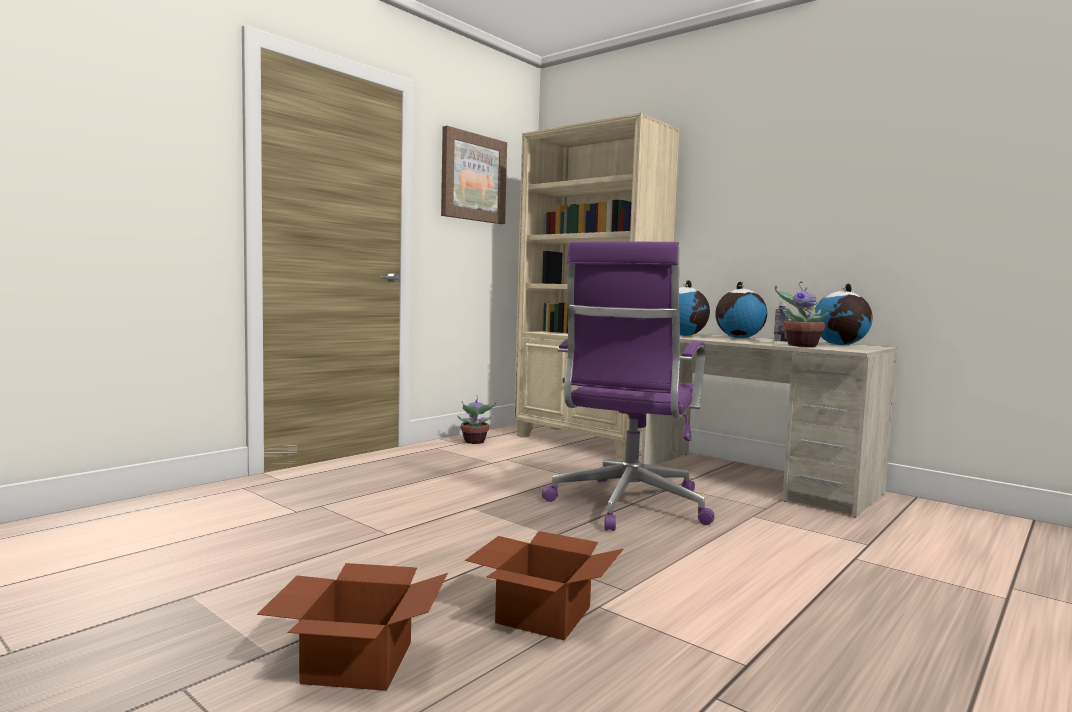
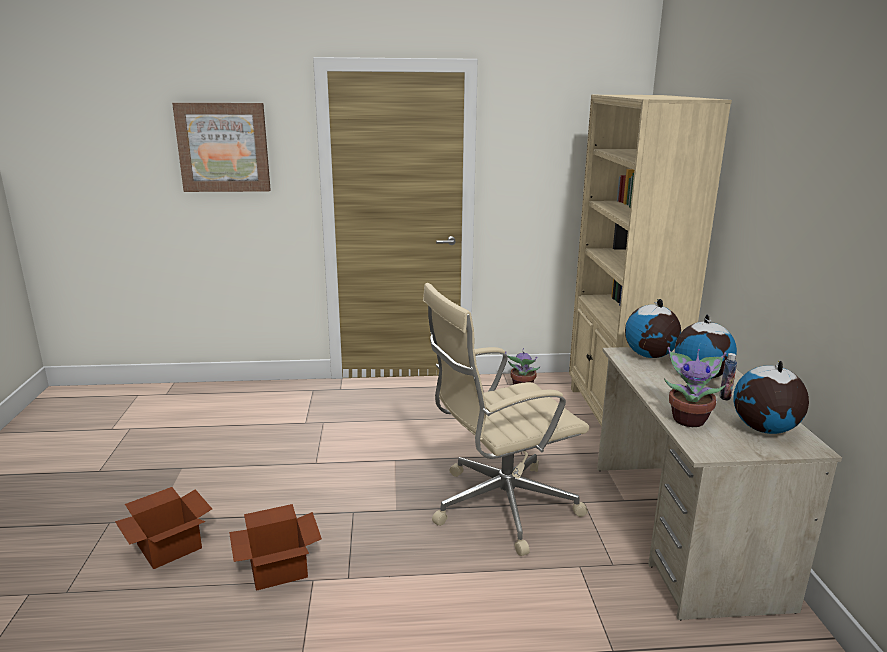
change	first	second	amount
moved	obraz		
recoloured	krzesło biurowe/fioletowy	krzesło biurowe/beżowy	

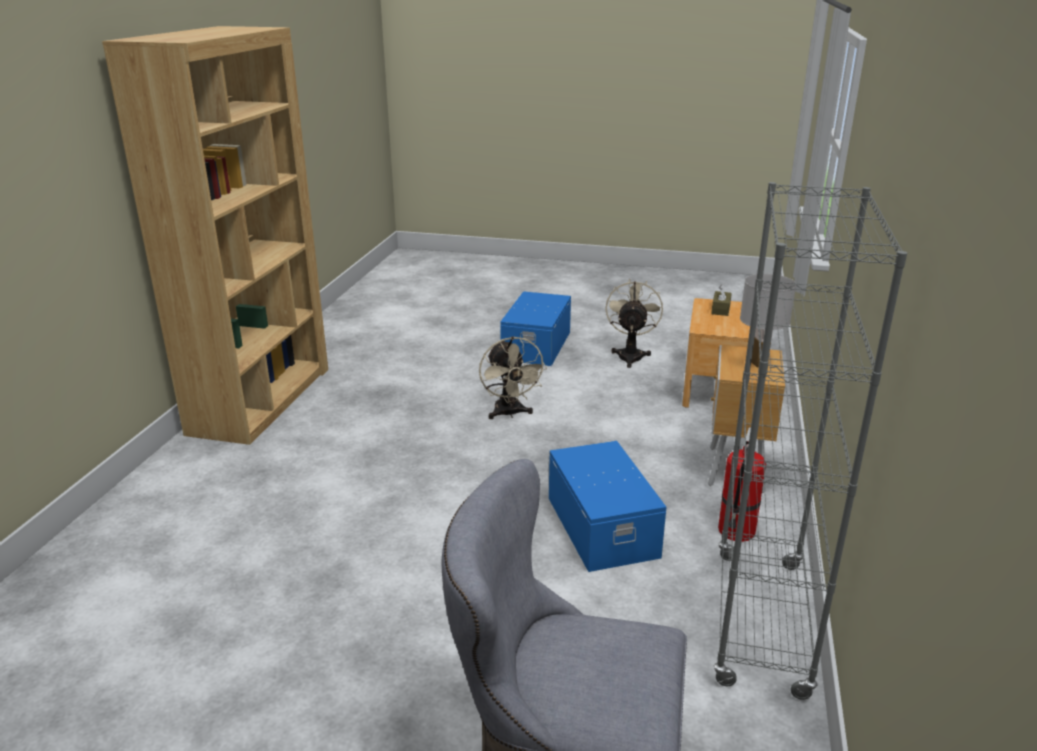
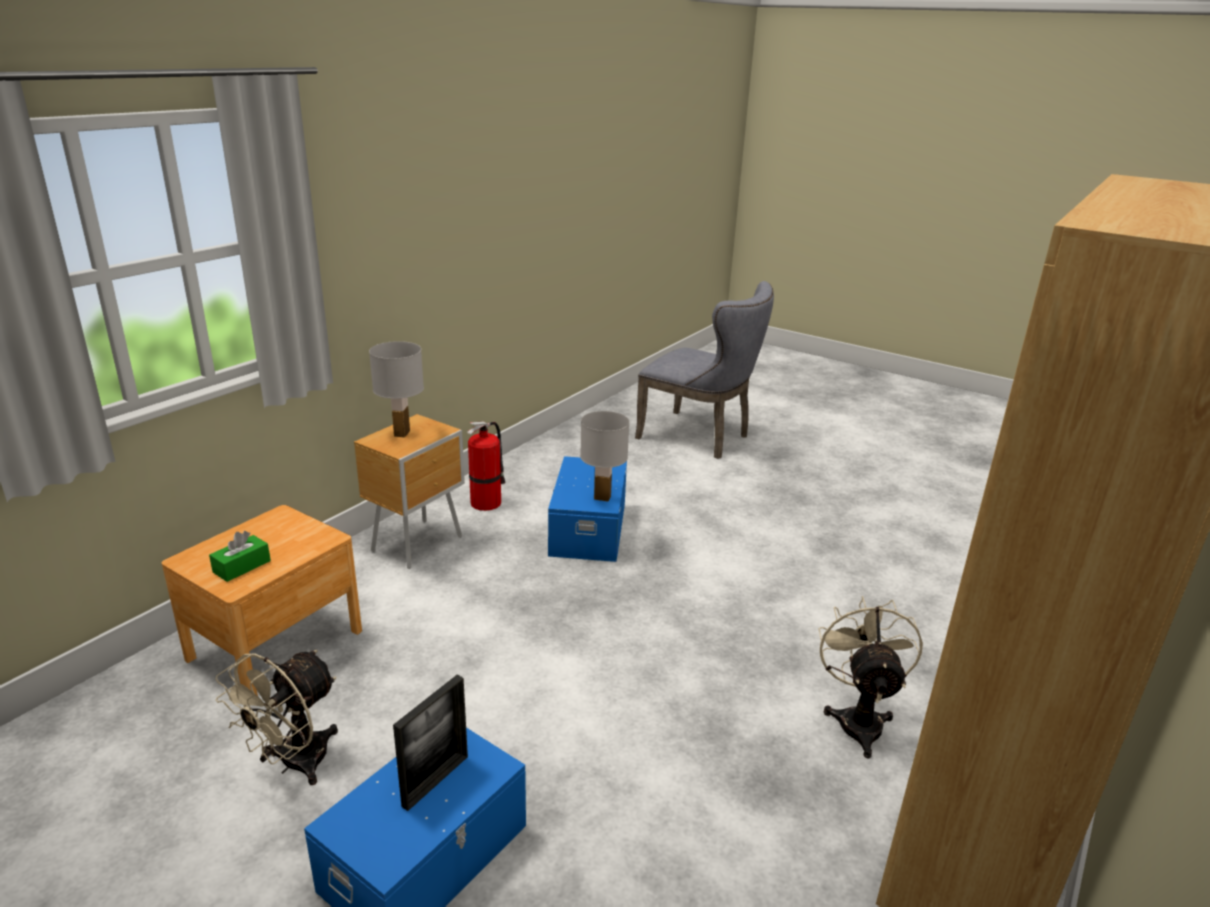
change	first	second	amount
recoloured	pudełko chusteczek/brązowy	pudełko chusteczek/zielony	
added		ramka na zdjęcie	
added		lampa stołowa/biały (2nd from left)	
moved	wentylator/beżowy (1st from left in the first image)	wentylator/beżowy (2nd from left)	
removed	regał/szary		

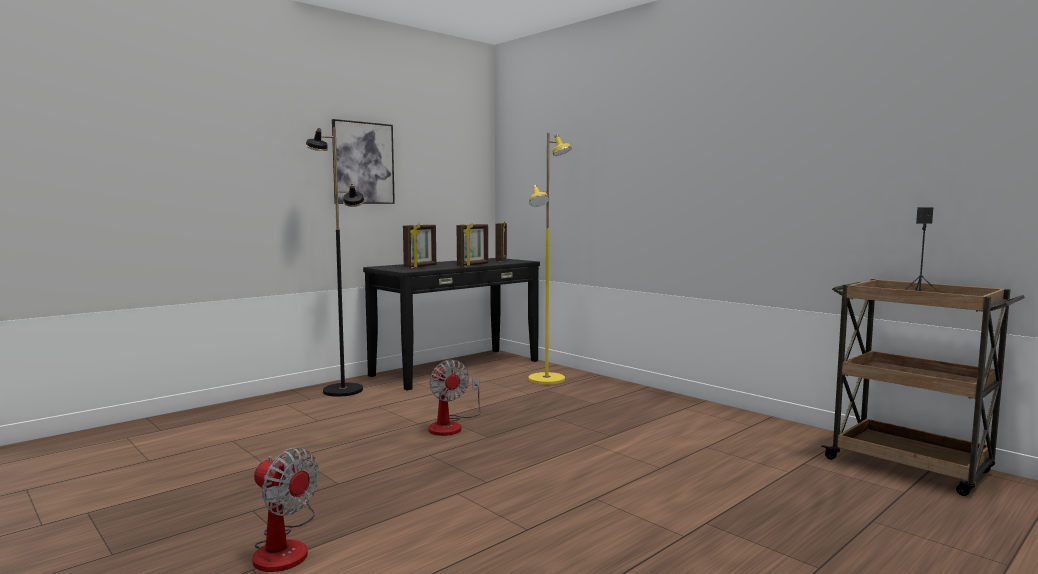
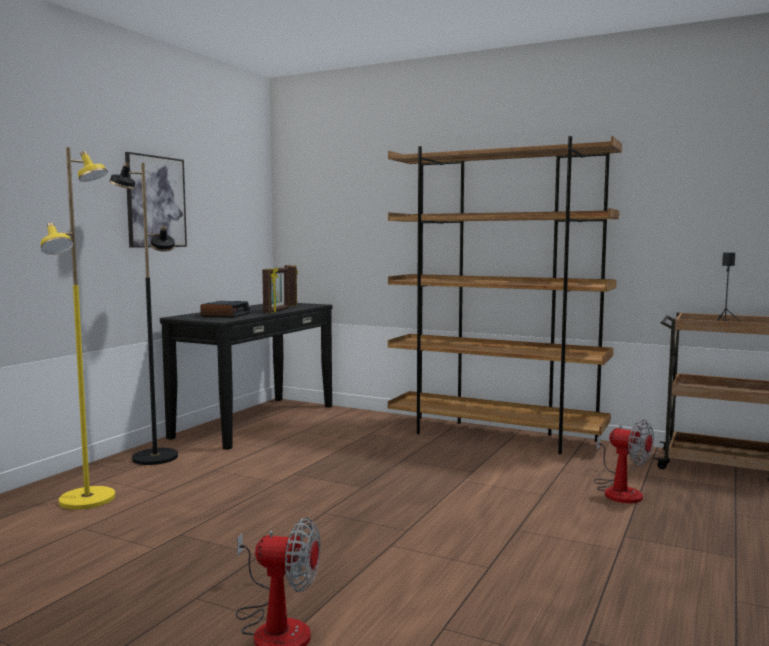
change	first	second	amount
moved	lampa stojąca/żółty		
replaced	ramka na zdjęcie (1st from left)	budzik	
added		regał/brązowy	
moved	wentylator (2nd from left)		

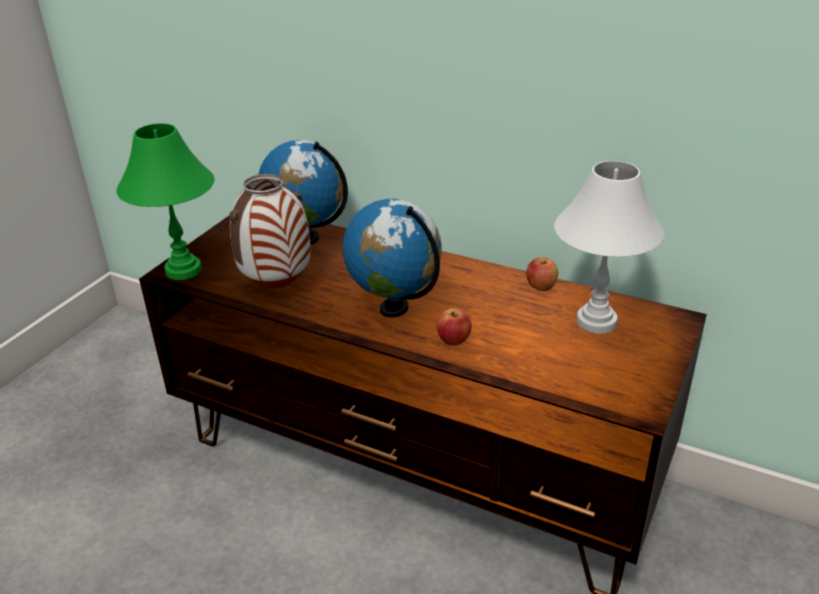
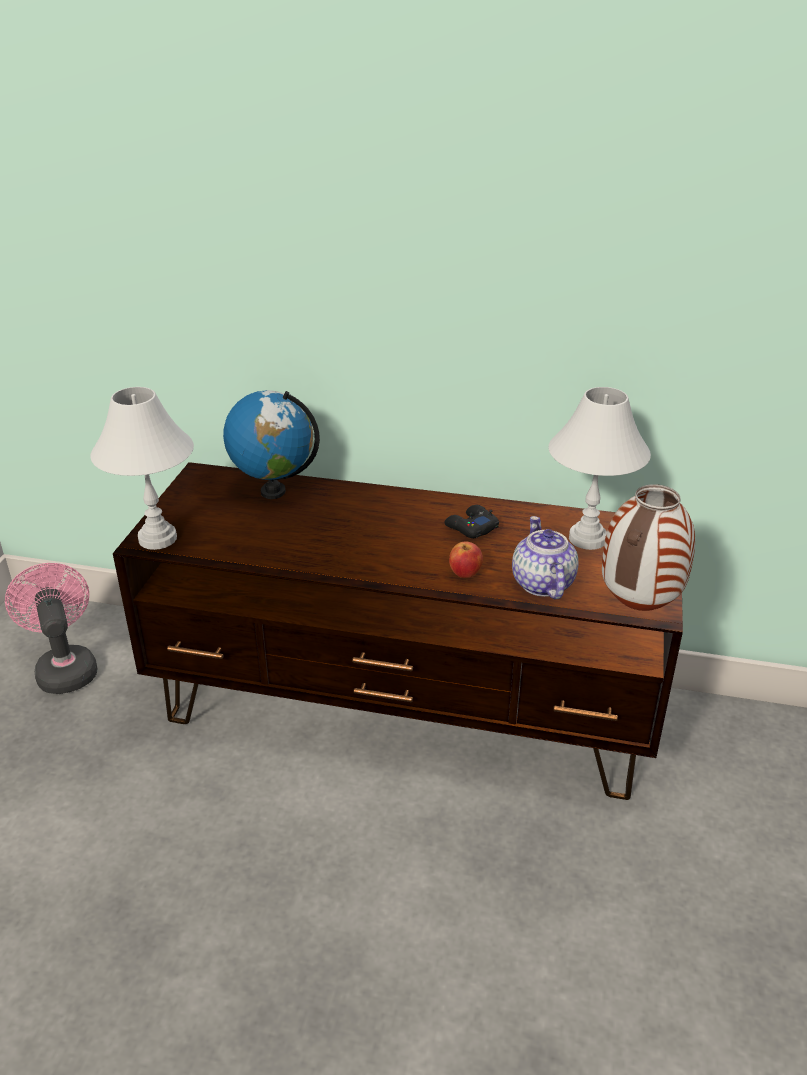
change	first	second	amount
added		wentylator/różowy	
recoloured	lampa stołowa/zielony	lampa stołowa/biały (1st from left)	
added		pad do gier/czarny	
added		imbryk	
moved	wazon		
removed	globus (2nd from left)		
removed	jabłko (2nd from left)		

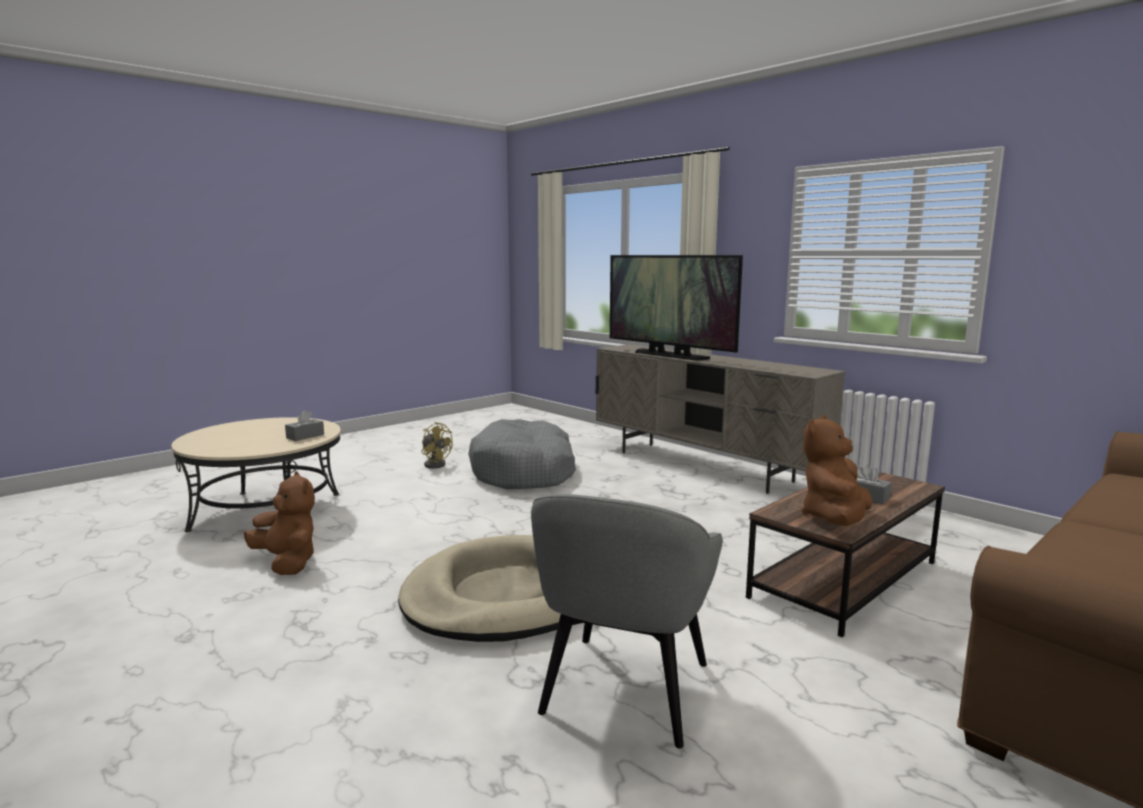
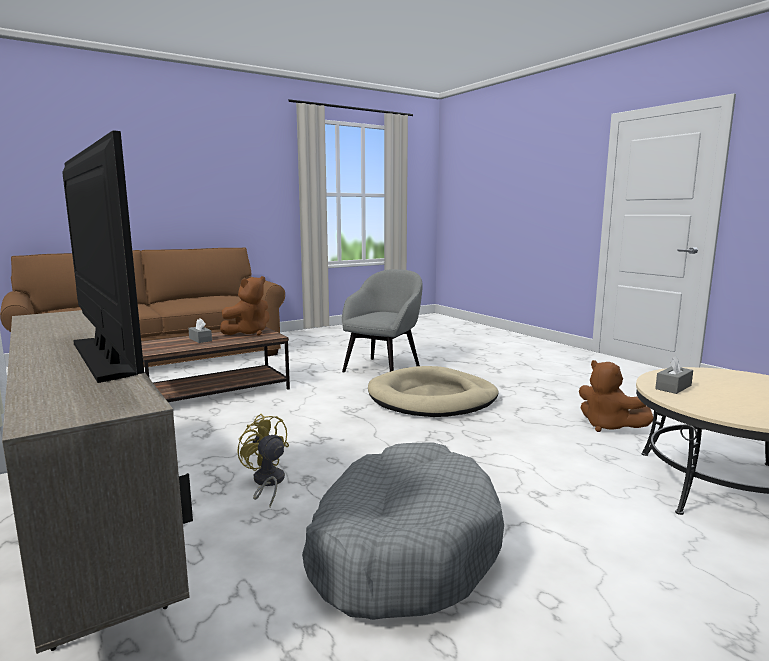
change	first	second	amount
moved	wentylator/żółty		

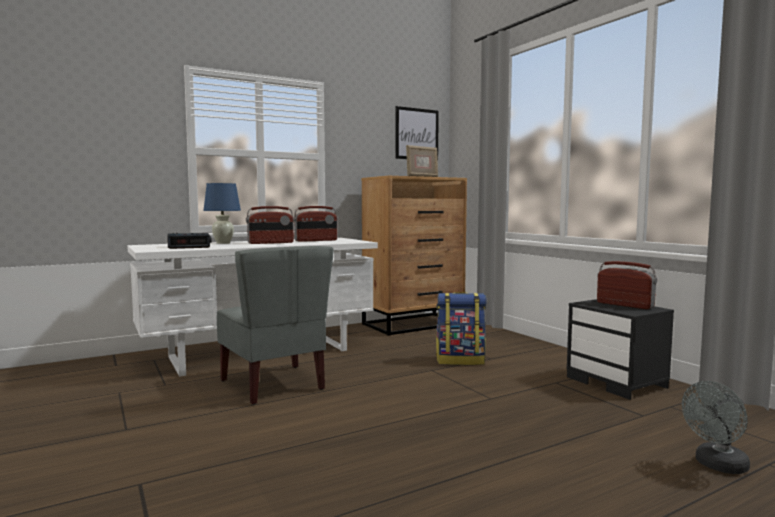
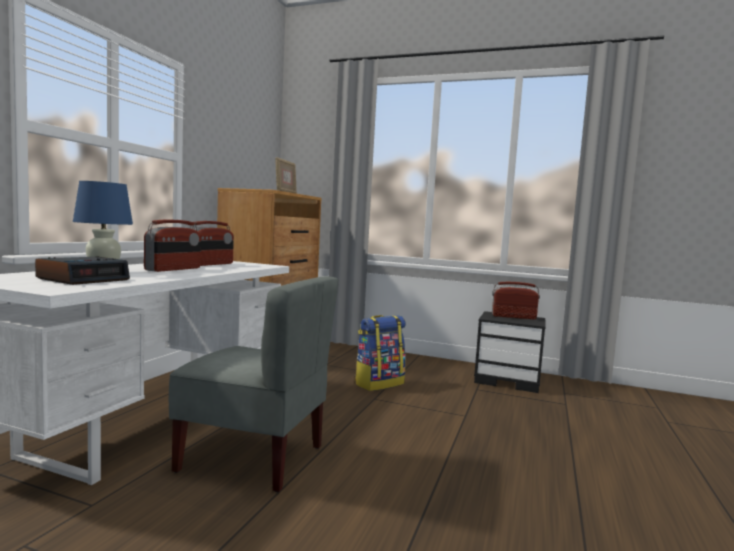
change	first	second	amount
removed	obraz		
removed	wentylator/szary		

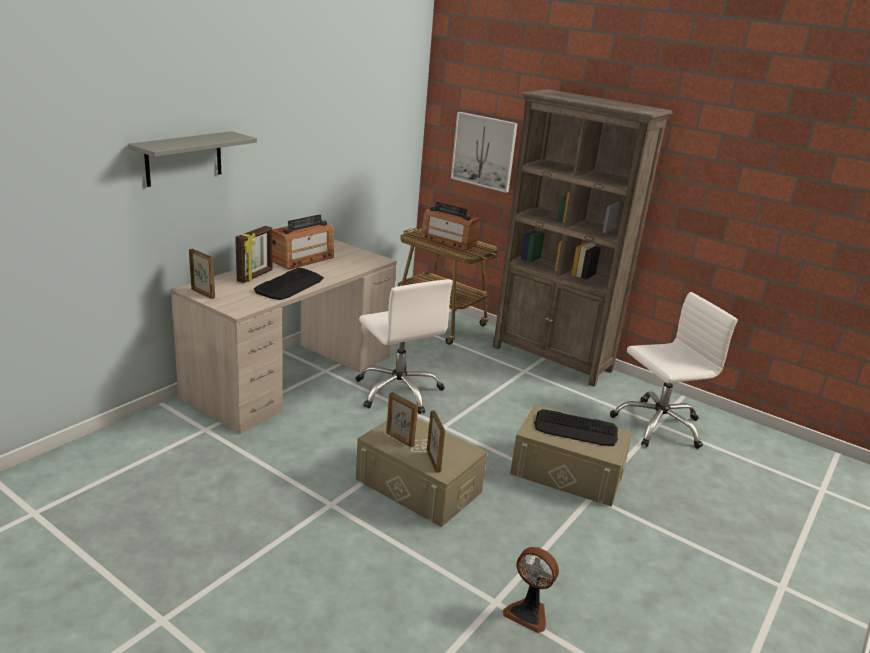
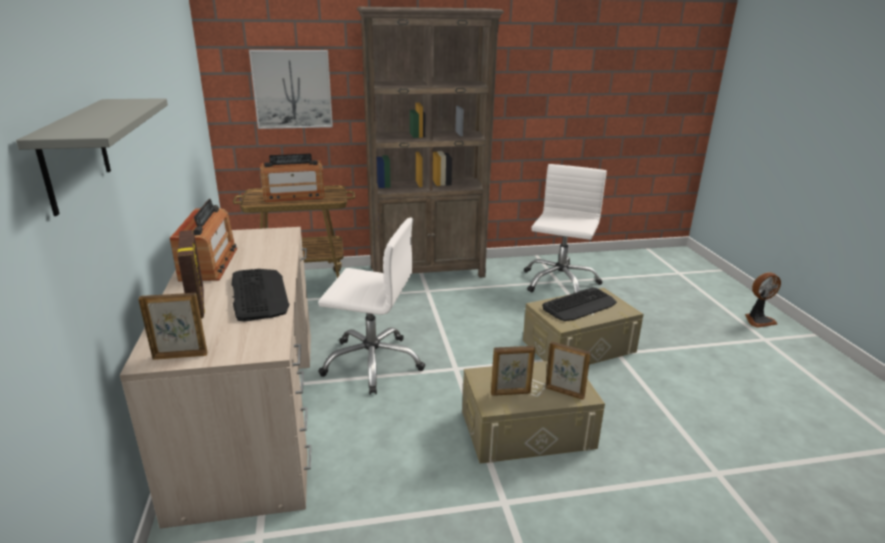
change	first	second	amount
moved	wentylator		

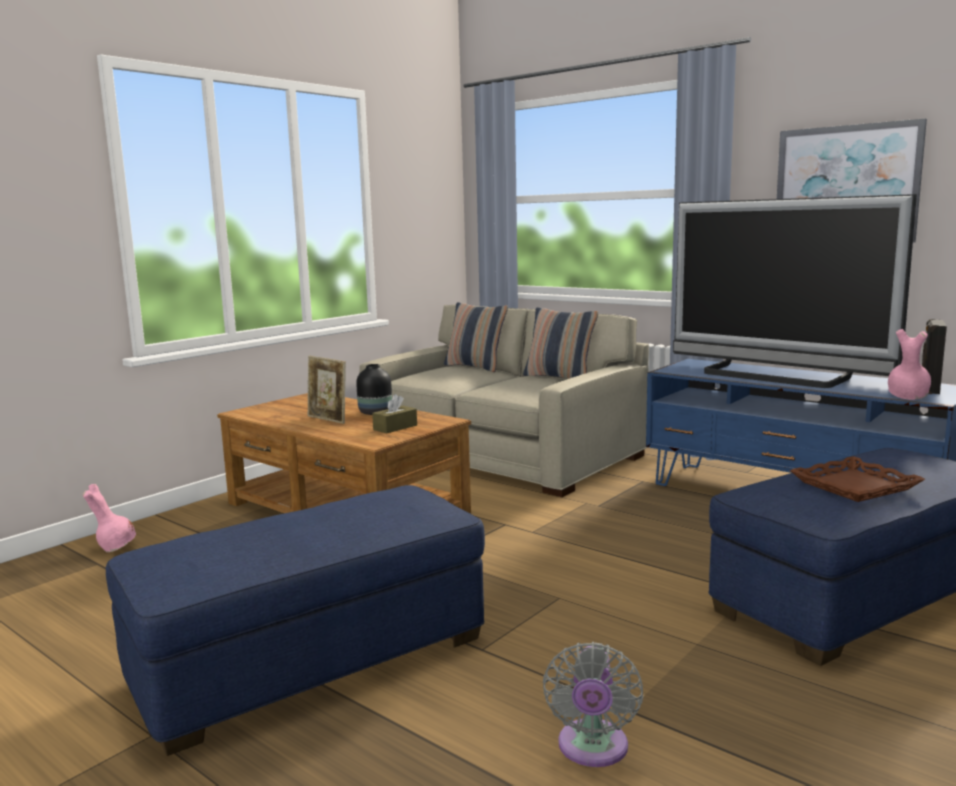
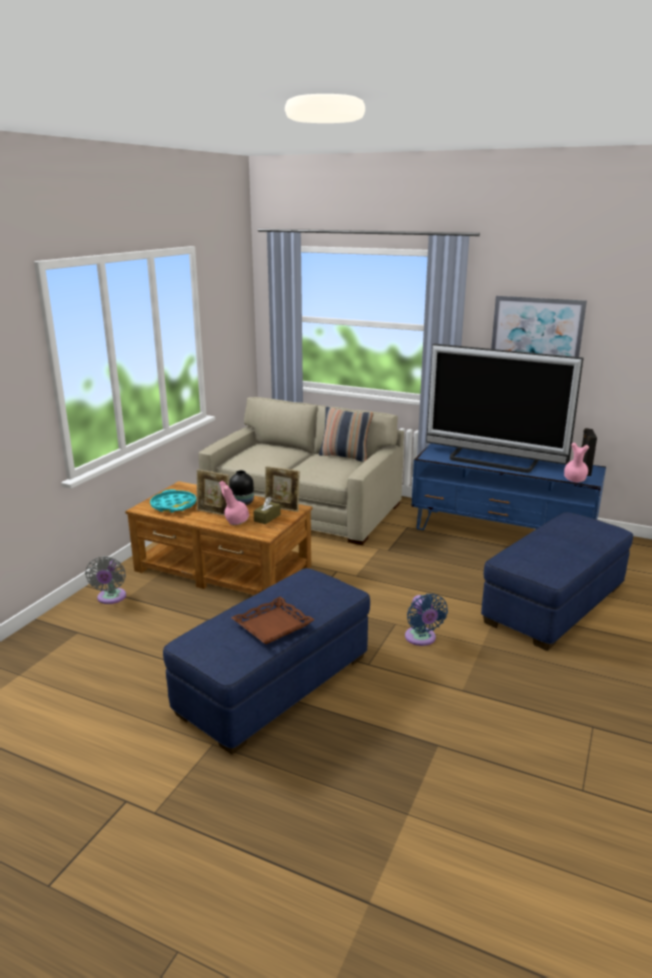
change	first	second	amount
moved	wentylator/szary		
added		taca/turkusowy	
moved	wazon/różowy (1st from left)		
moved	taca/brązowy		
added		ramka na zdjęcie (2nd from left)	
added		wentylator/niebieski	
removed	poduszka (1st from left)		

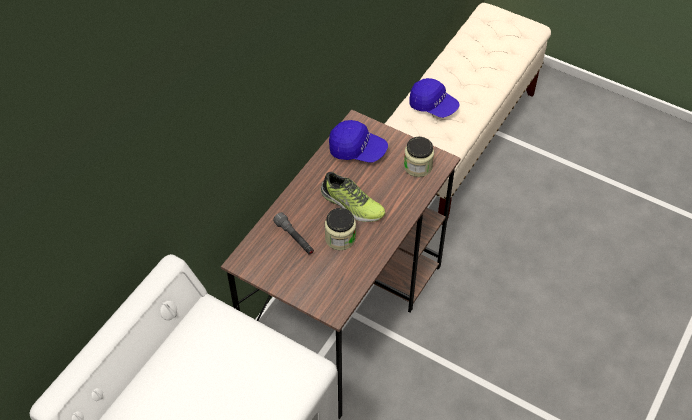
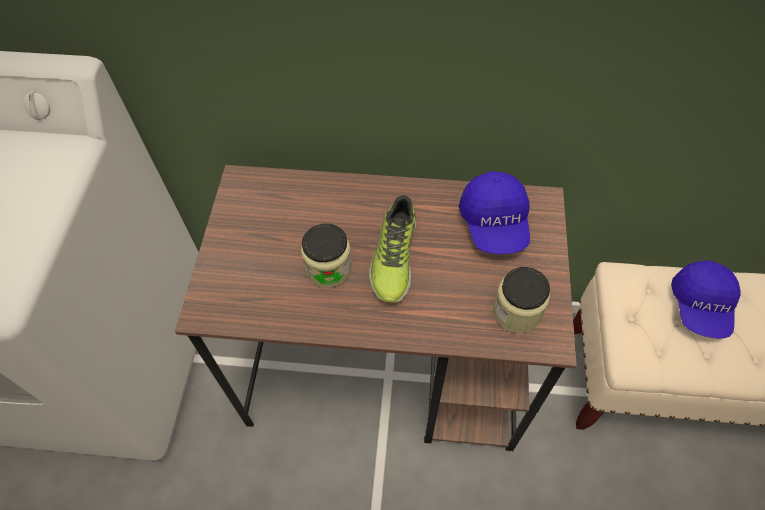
change	first	second	amount
removed	latarka/szary		

